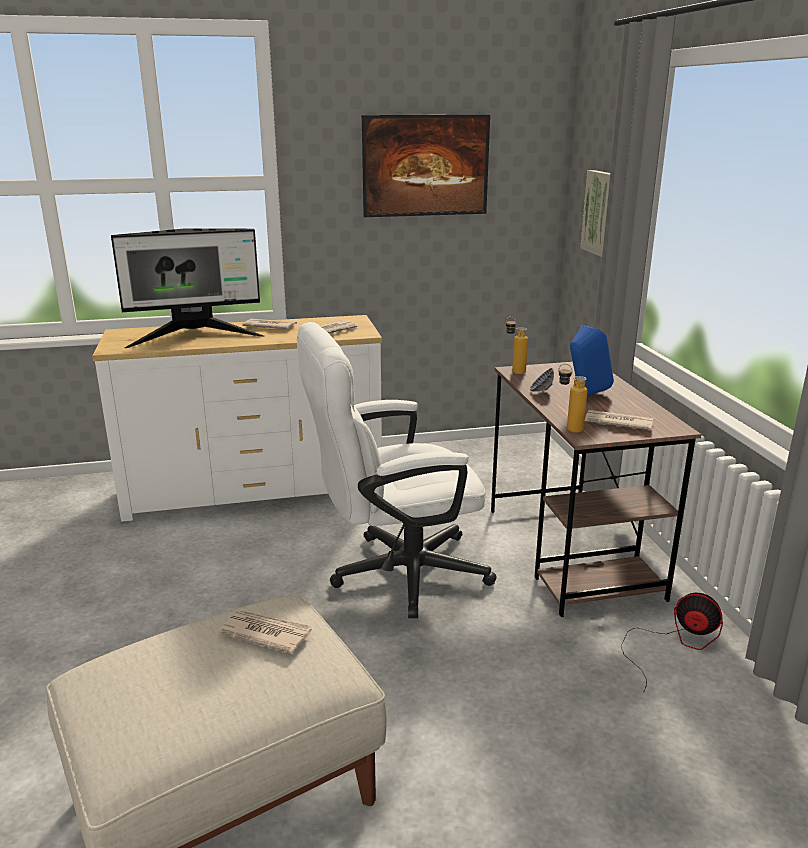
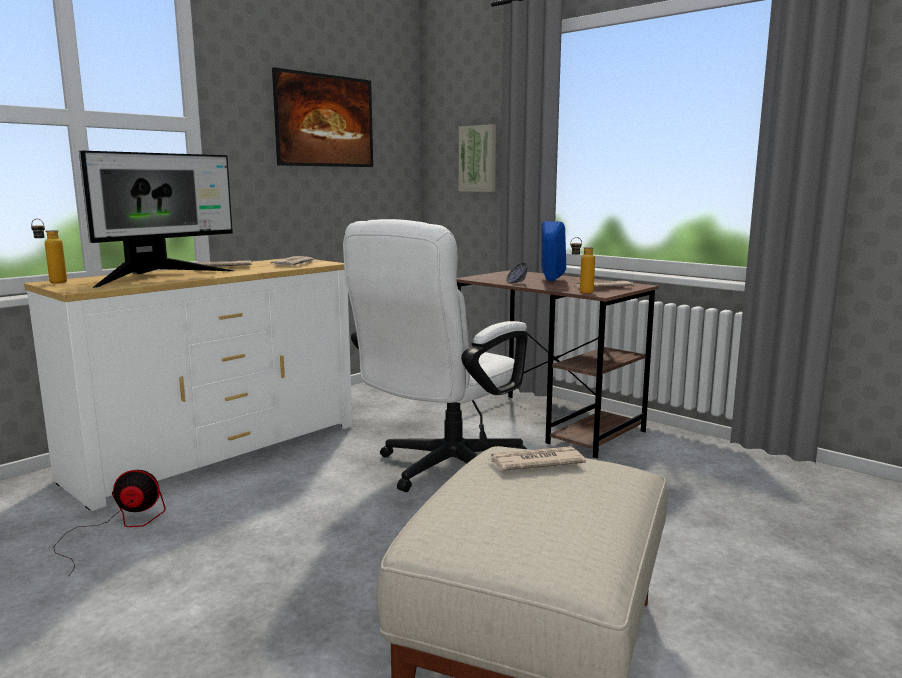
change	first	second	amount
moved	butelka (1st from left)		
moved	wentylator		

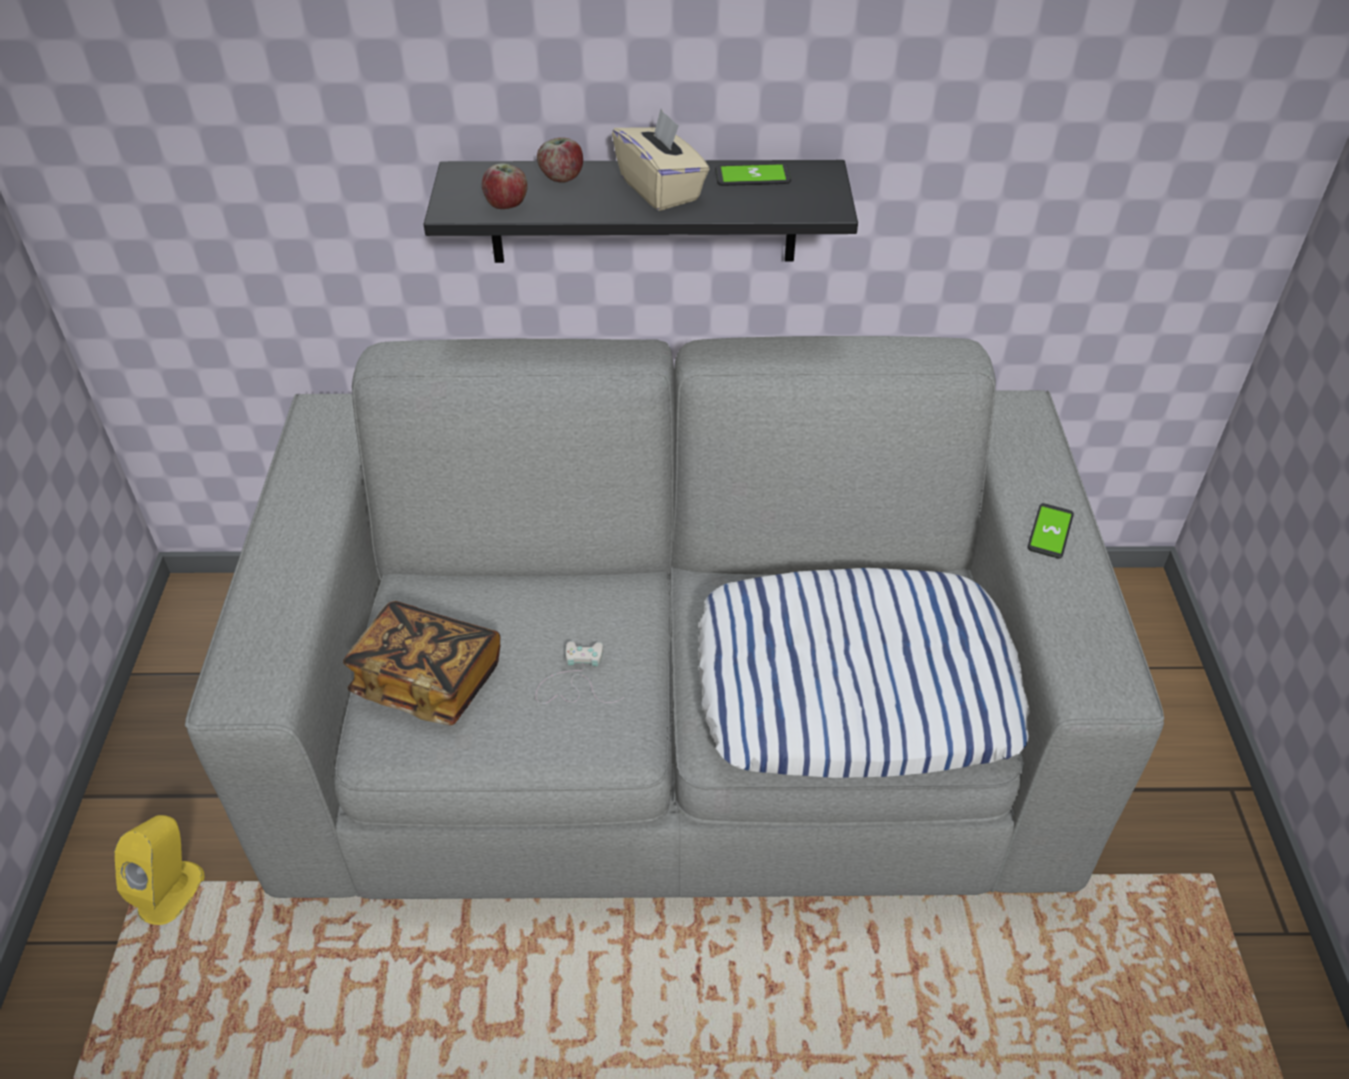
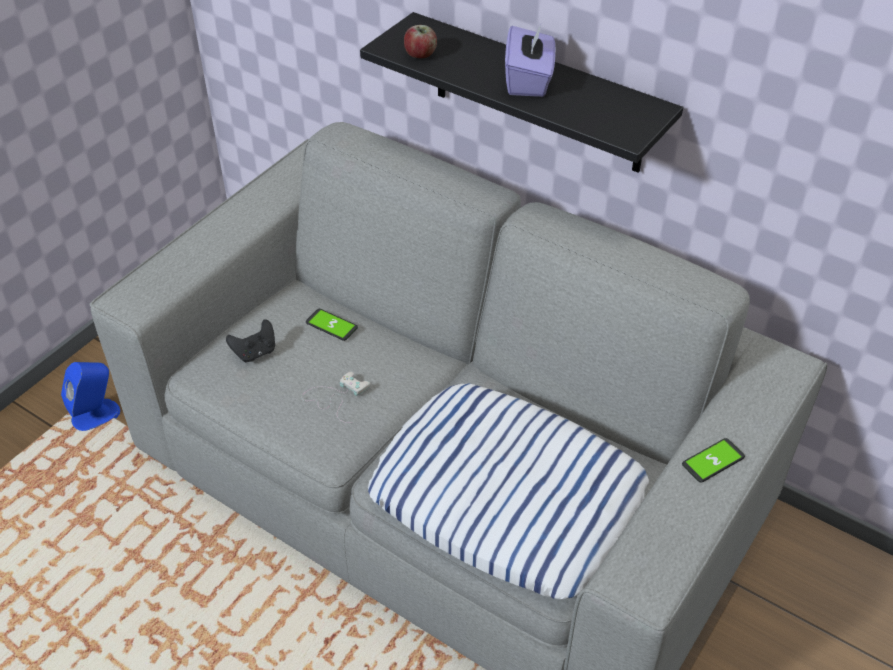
change	first	second	amount
recoloured	głośnik/żółty	głośnik/niebieski	
replaced	książka	pad do gier/czarny	
moved	telefon (1st from left)		
recoloured	pudełko chusteczek/beżowy	pudełko chusteczek/fioletowy	
removed	jabłko (2nd from left)		

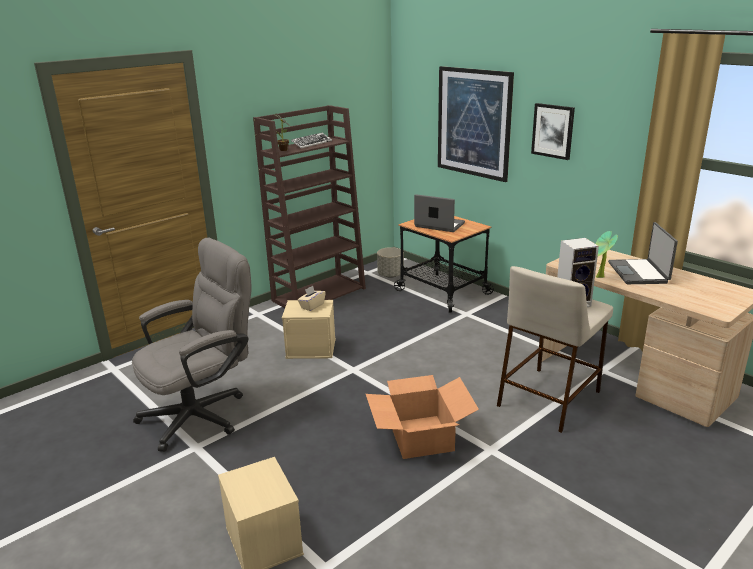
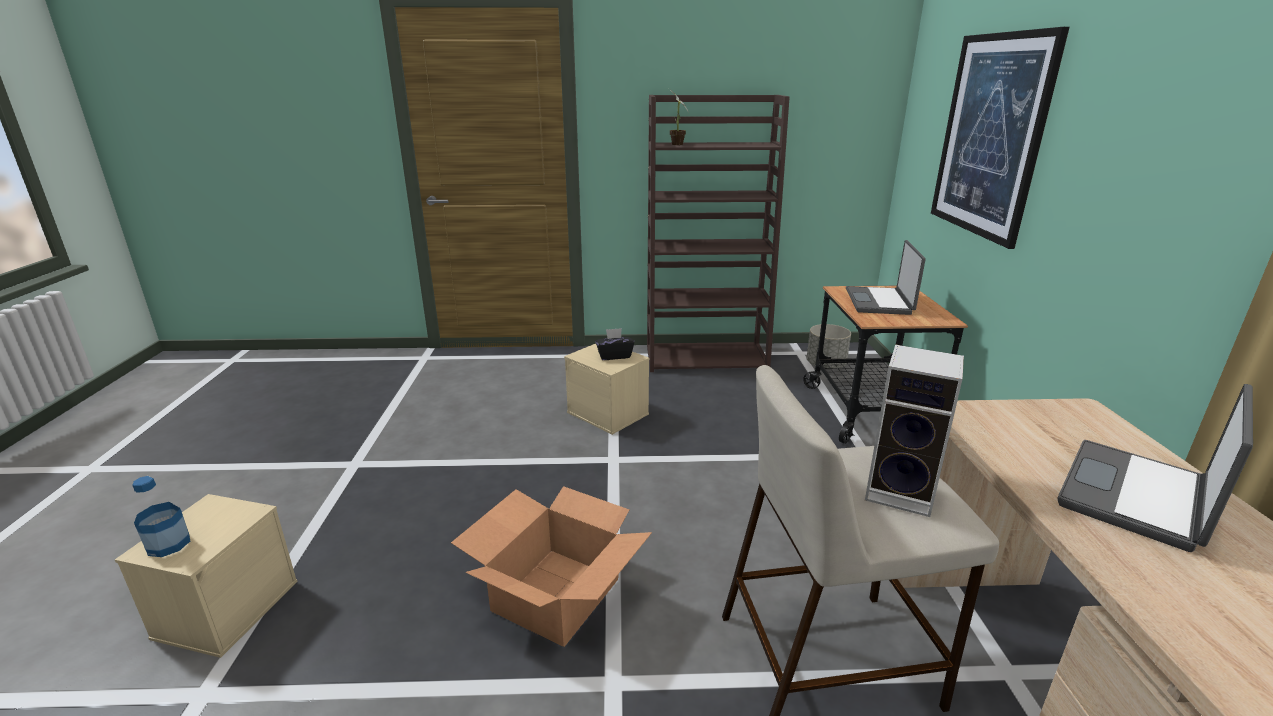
change	first	second	amount
added		butelka	
recoloured	pudełko chusteczek/beżowy	pudełko chusteczek/czarny	
turned	laptop (1st from left)		150 degrees counterclockwise
removed	krzesło biurowe/szary		
removed	klawiatura		
removed	obraz (2nd from left)		
removed	roślina doniczkowa (2nd from left)		

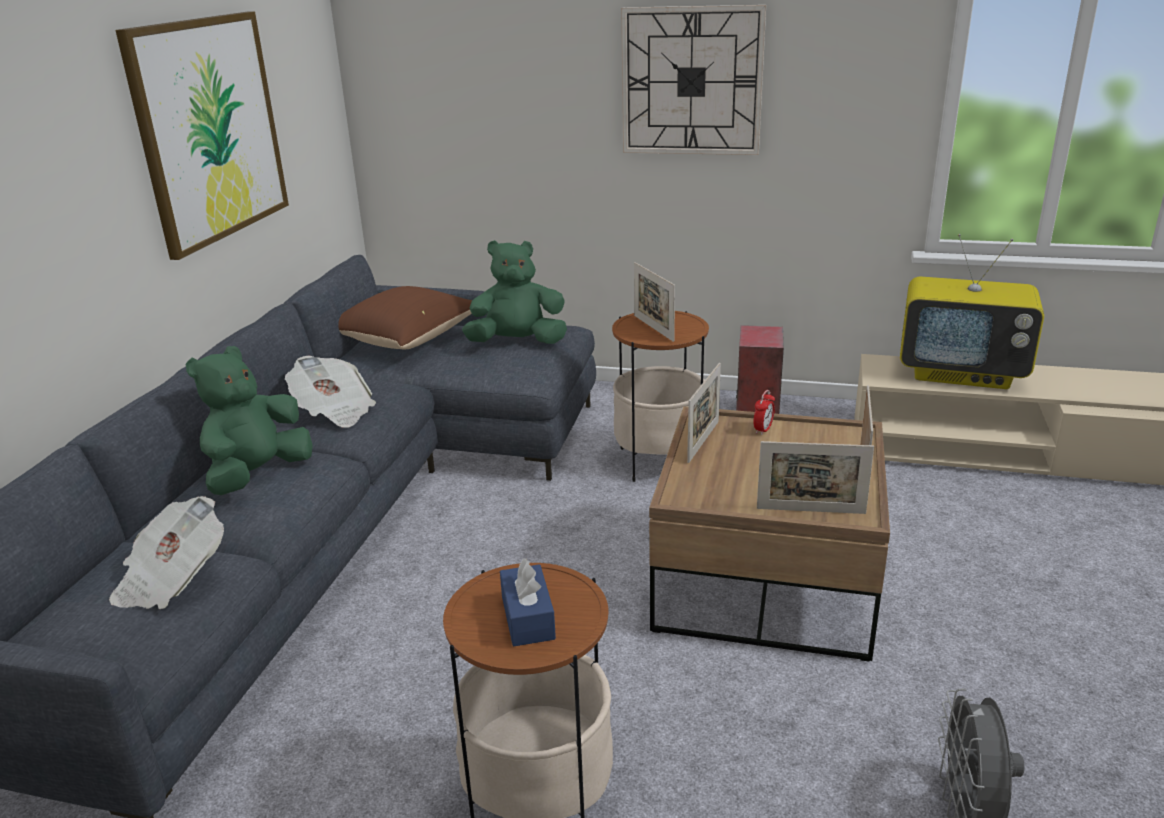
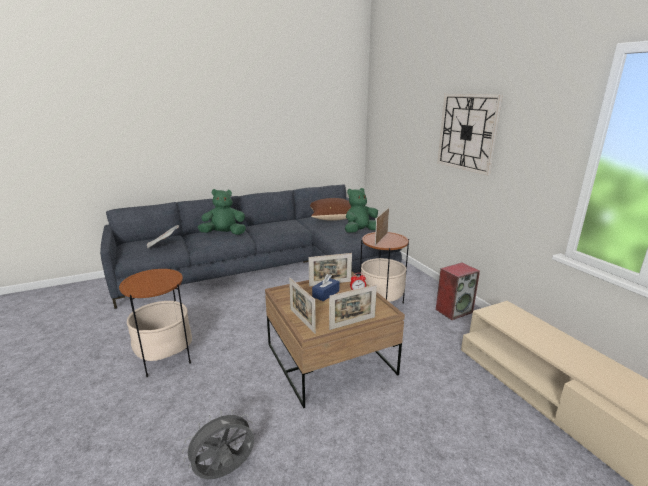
change	first	second	amount
moved	pudełko chusteczek/niebieski		
turned	pluszak/zielony (2nd from left)		75 degrees counterclockwise
removed	obraz		
removed	gazeta (2nd from left)		
removed	telewizor		

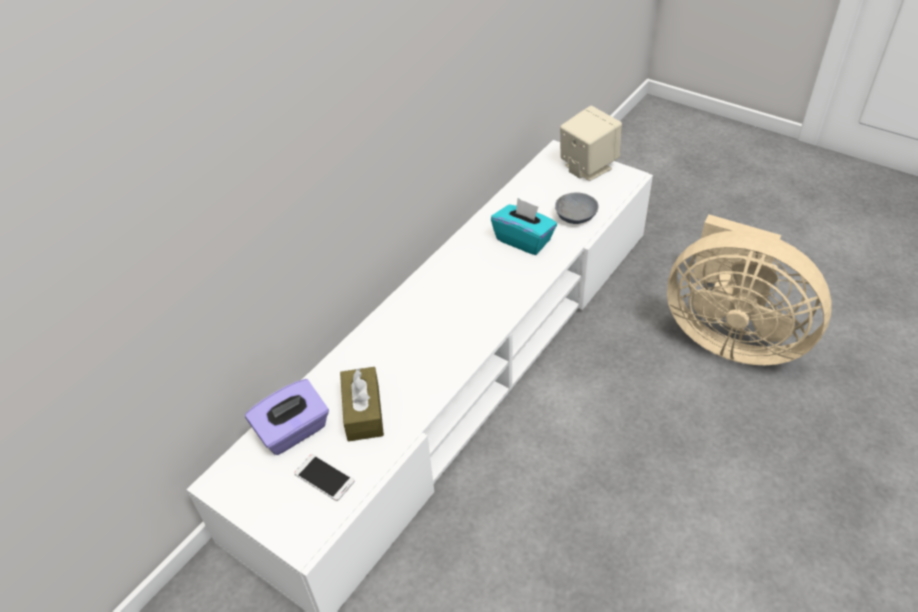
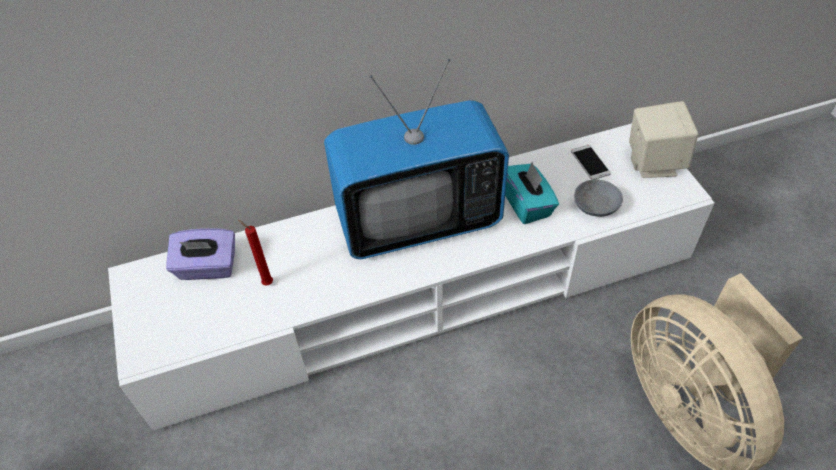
change	first	second	amount
replaced	pudełko chusteczek/brązowy	świeca/czerwony	
added		telewizor	
moved	telefon		

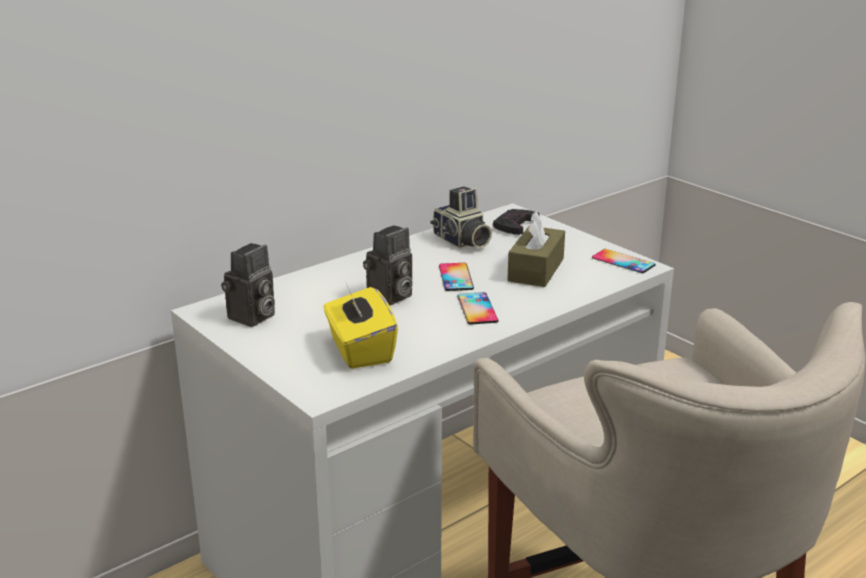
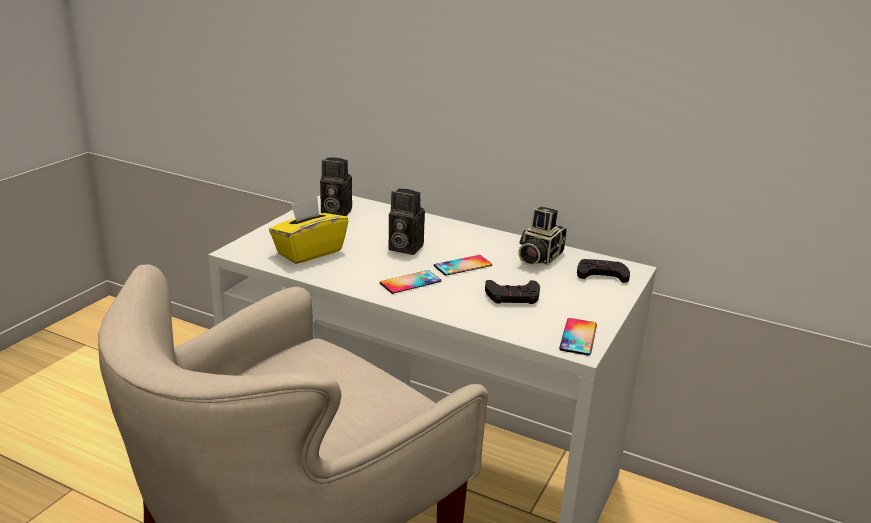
change	first	second	amount
replaced	pudełko chusteczek/brązowy	pad do gier/czarny (1st from left)	

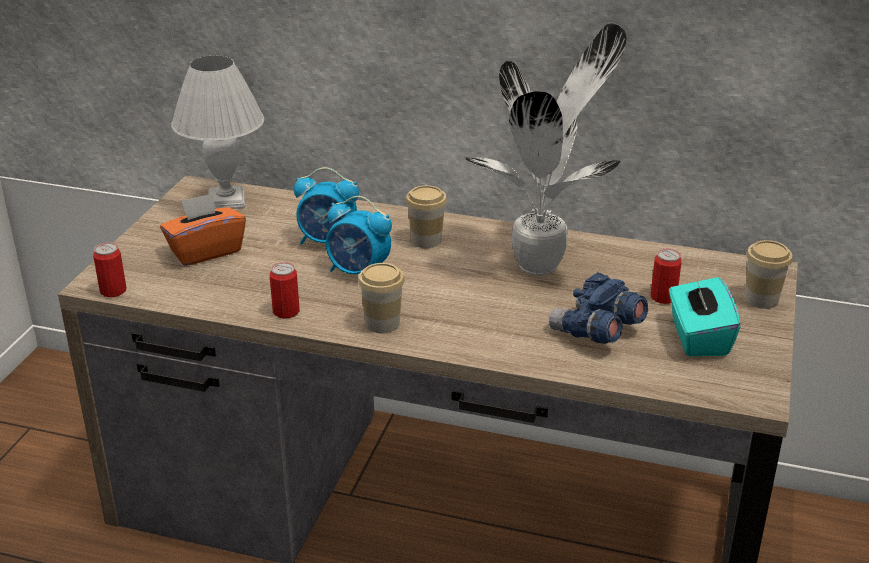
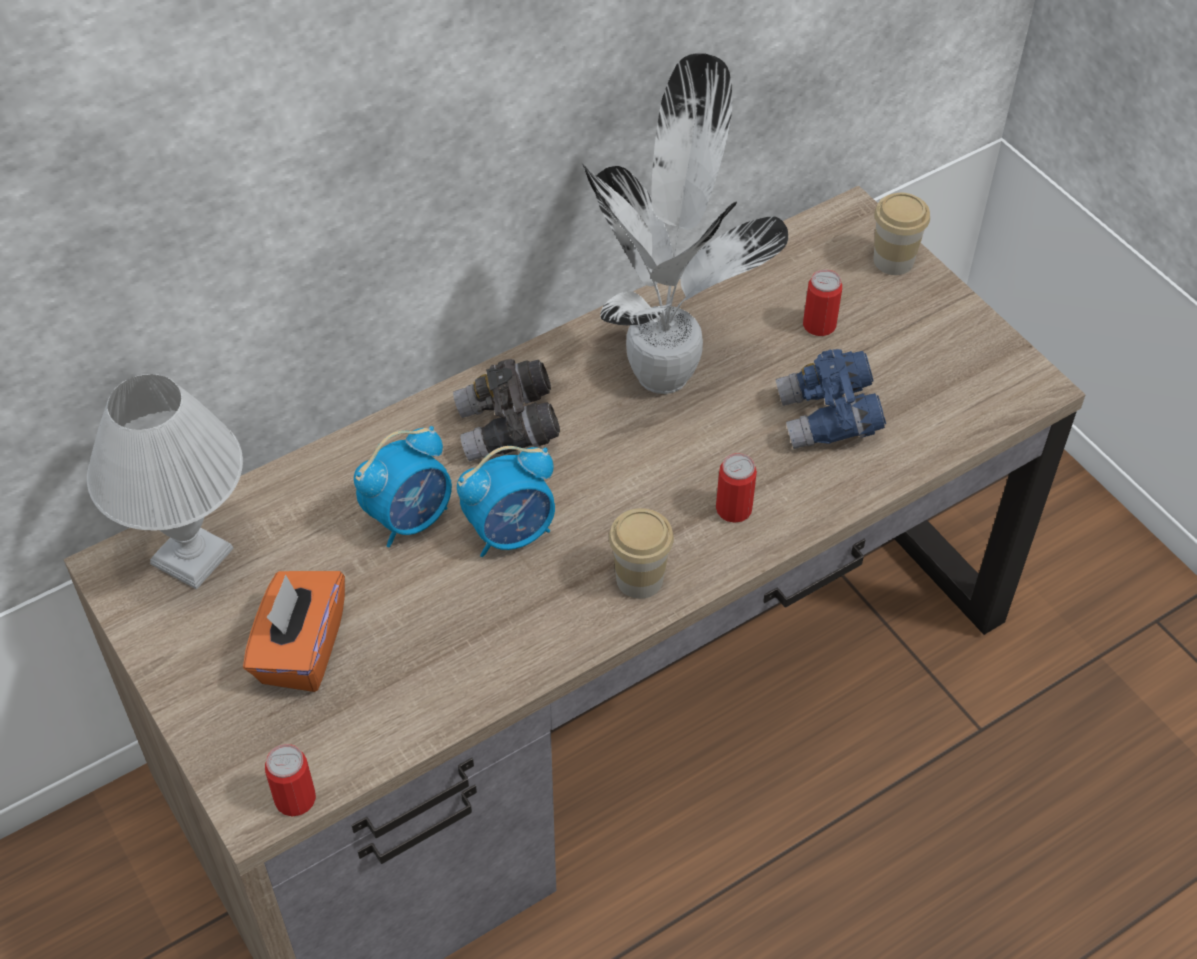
change	first	second	amount
replaced	filiżanka (2nd from left)	lornetka/szary	
moved	puszka (2nd from left)		
removed	pudełko chusteczek/turkusowy		

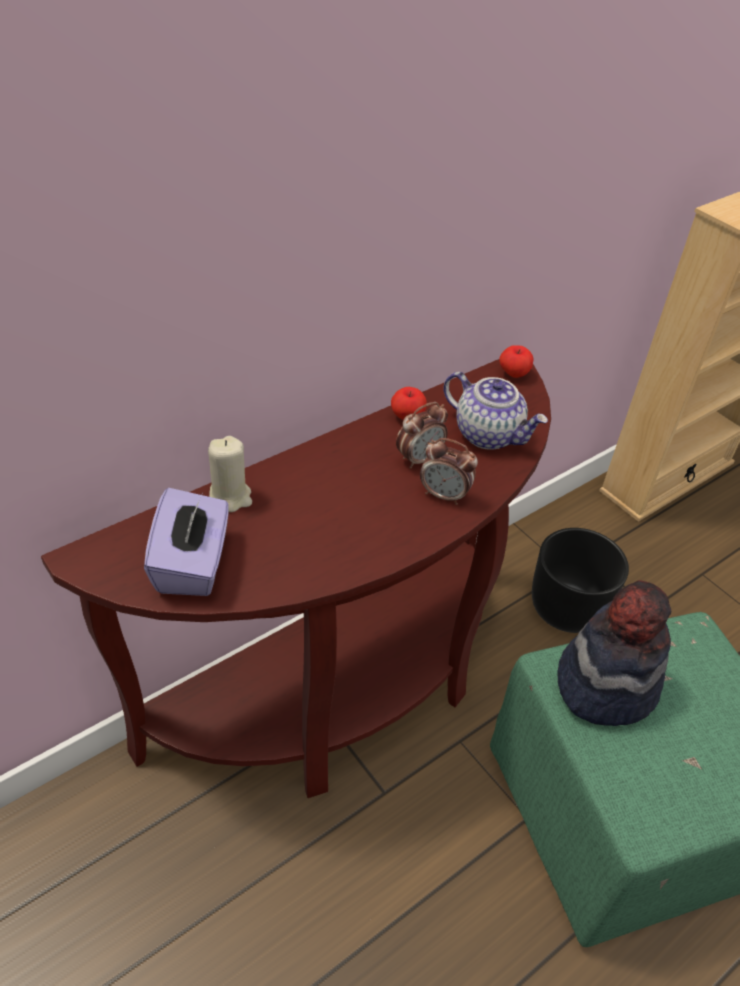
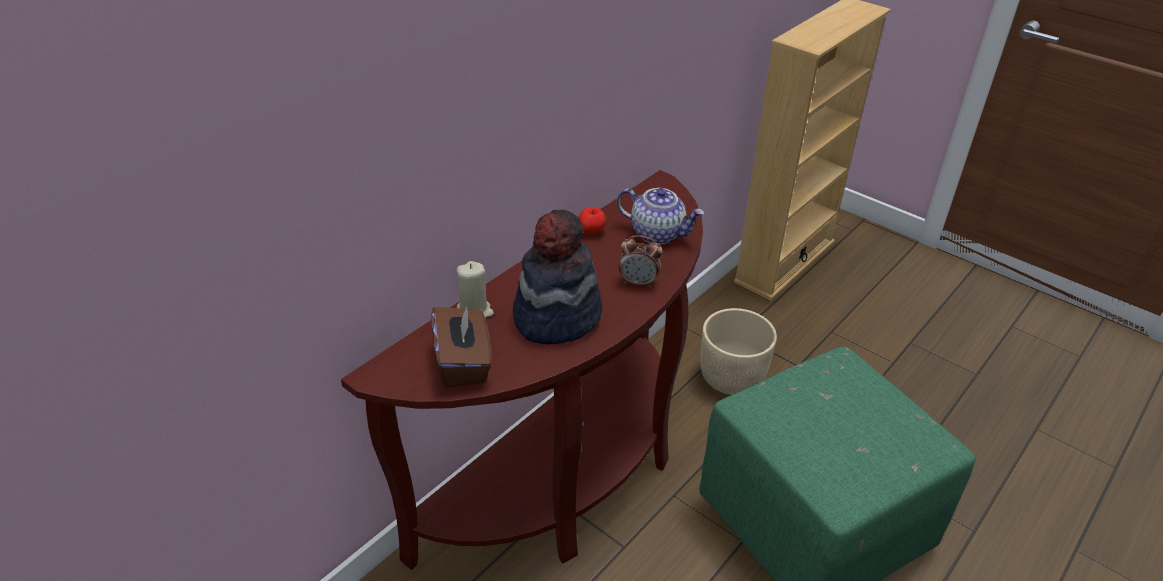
change	first	second	amount
recoloured	pudełko chusteczek/fioletowy	pudełko chusteczek/brązowy	
moved	kapelusz		
recoloured	donica/czarny	donica/beżowy	
removed	budzik (1st from left)		
removed	jabłko (2nd from left)		

